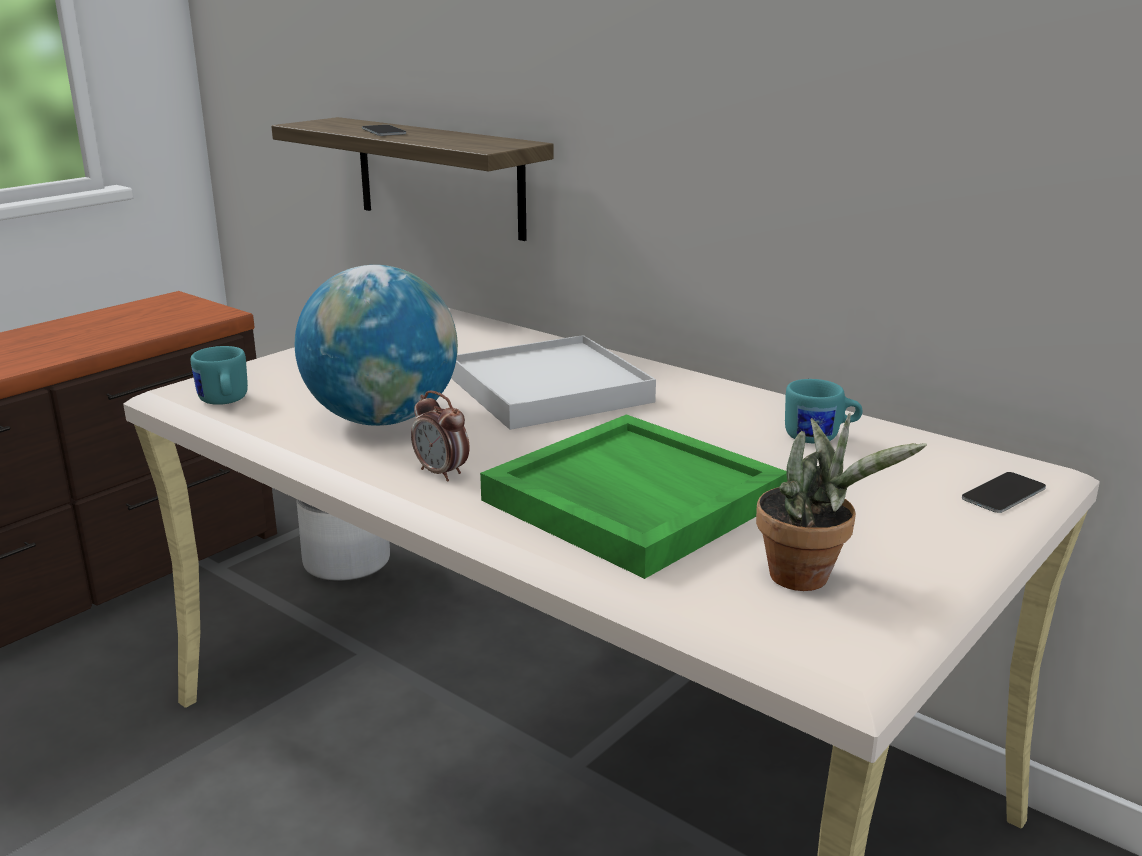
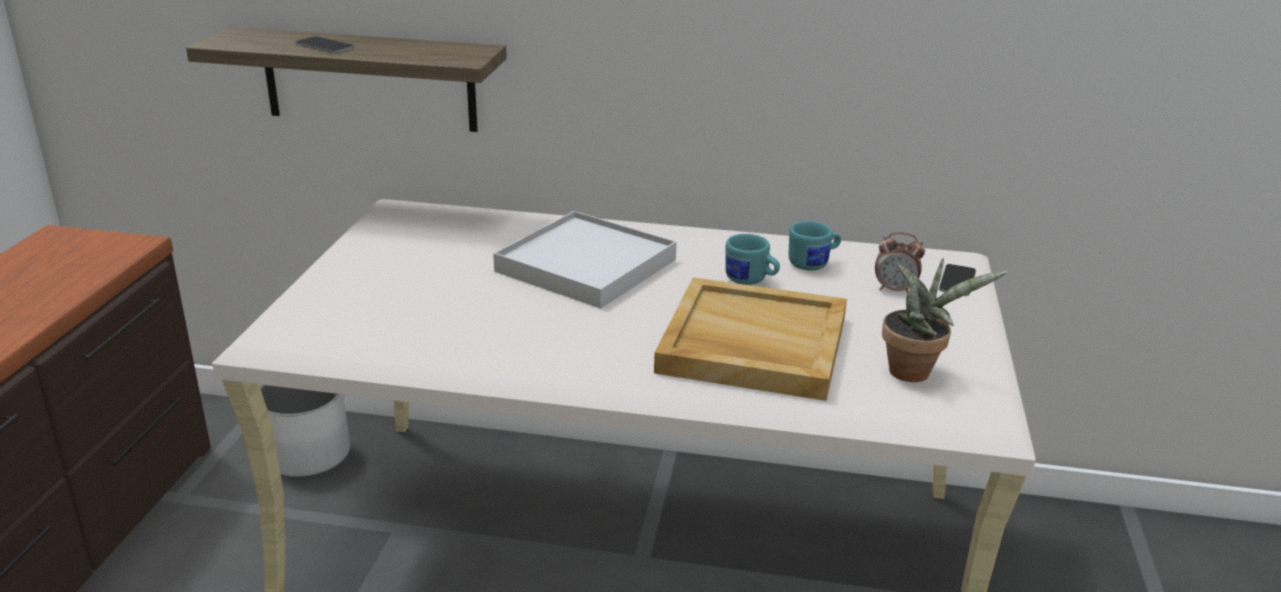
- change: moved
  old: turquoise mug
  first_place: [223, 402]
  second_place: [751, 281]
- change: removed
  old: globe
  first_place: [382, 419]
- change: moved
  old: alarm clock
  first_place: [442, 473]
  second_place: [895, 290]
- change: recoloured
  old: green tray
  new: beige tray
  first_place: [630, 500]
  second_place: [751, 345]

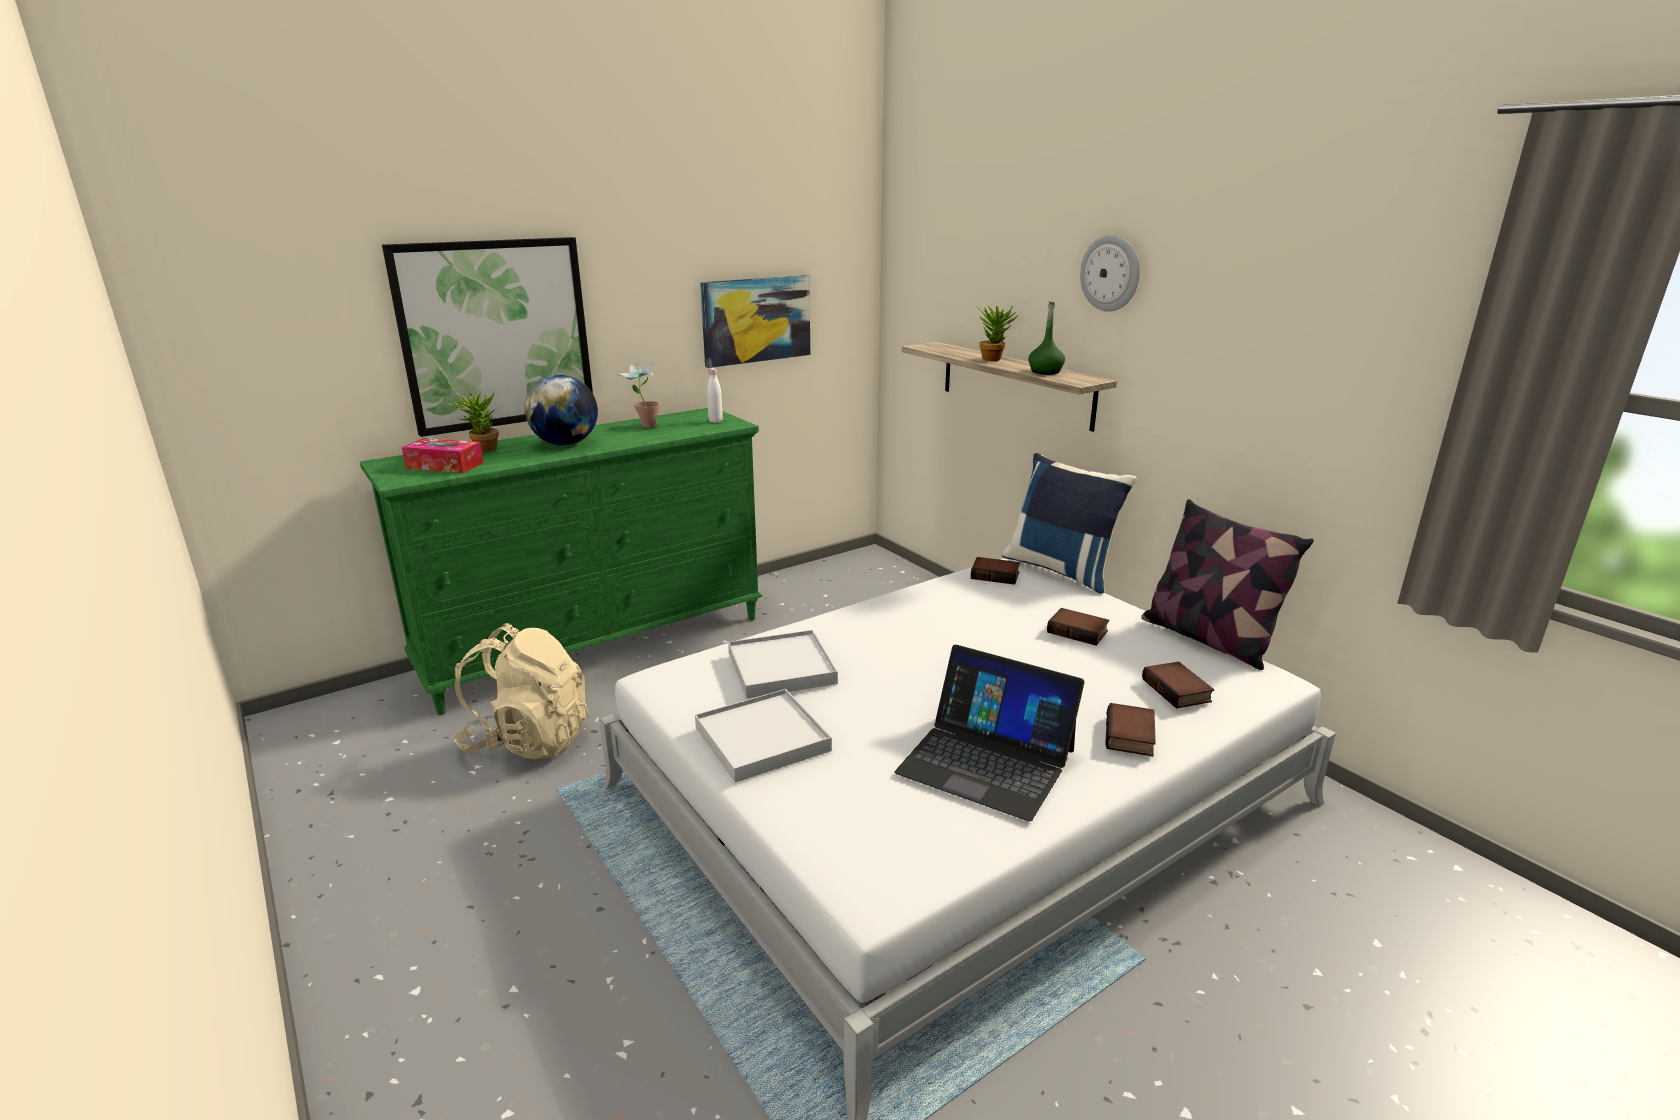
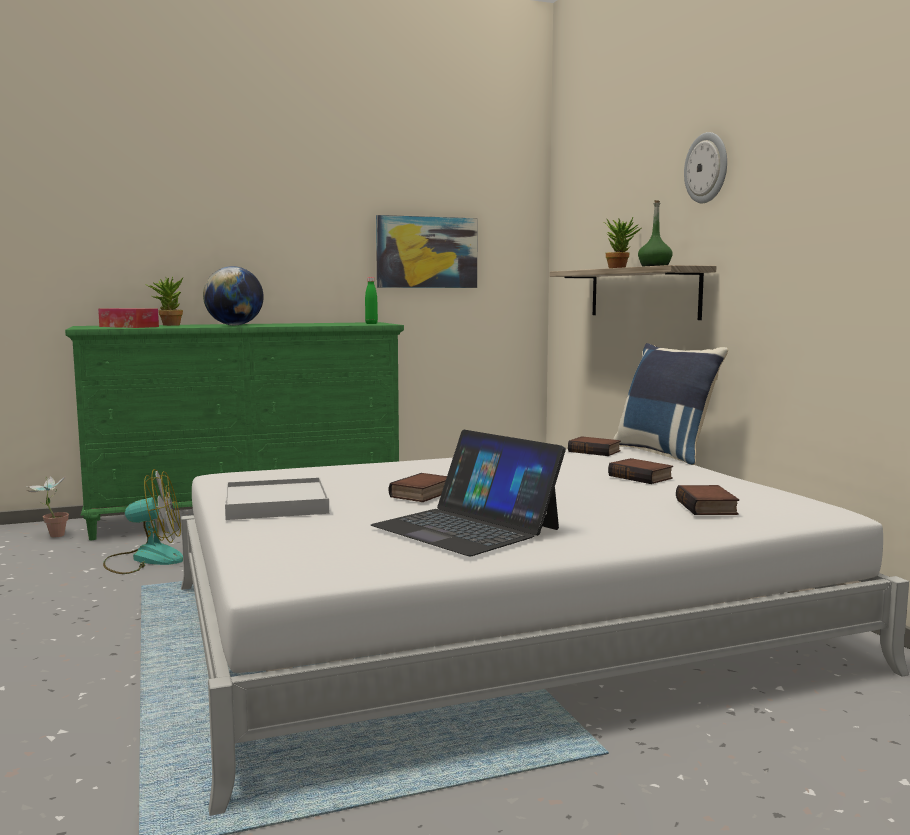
- change: removed
  old: picture
  first_place: [496, 334]
- change: replaced
  old: beige backpack
  new: fan
  first_place: [529, 740]
  second_place: [145, 559]
- change: moved
  old: potted plant
  first_place: [643, 426]
  second_place: [51, 536]
- change: recoloured
  old: white bottle
  new: green bottle
  first_place: [715, 421]
  second_place: [371, 323]
- change: removed
  old: white tray
  first_place: [781, 668]
- change: moved
  old: book
  first_place: [1131, 736]
  second_place: [423, 494]
- change: removed
  old: pillow
  first_place: [1208, 638]

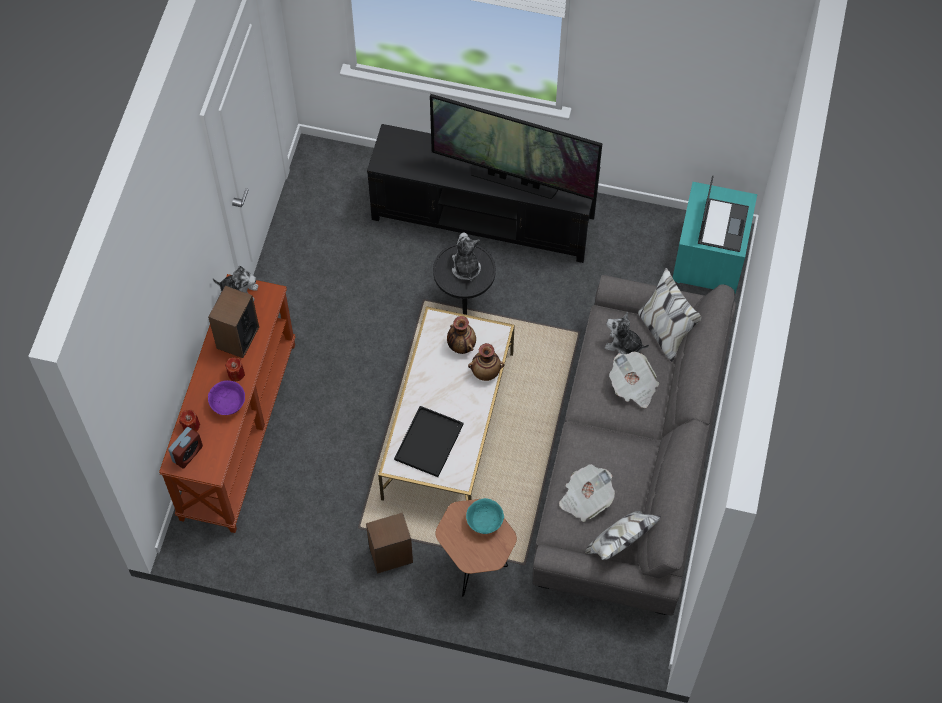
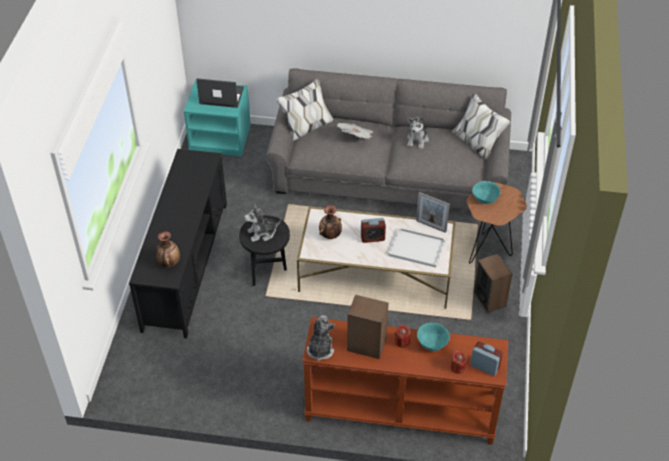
- change: recoloured
  old: purple bowl
  new: turquoise bowl
  first_place: [228, 404]
  second_place: [432, 343]
- change: recoloured
  old: black tray
  new: white tray
  first_place: [428, 440]
  second_place: [415, 248]
- change: removed
  old: television
  first_place: [513, 179]
- change: moved
  old: vase
  first_place: [486, 372]
  second_place: [168, 262]
- change: removed
  old: newspaper
  first_place: [585, 498]
- change: moved
  old: plush toy
  first_place: [623, 345]
  second_place: [417, 139]
- change: added
  new: alarm clock
  second_place: [372, 238]
- change: added
  new: picture frame
  second_place: [431, 226]

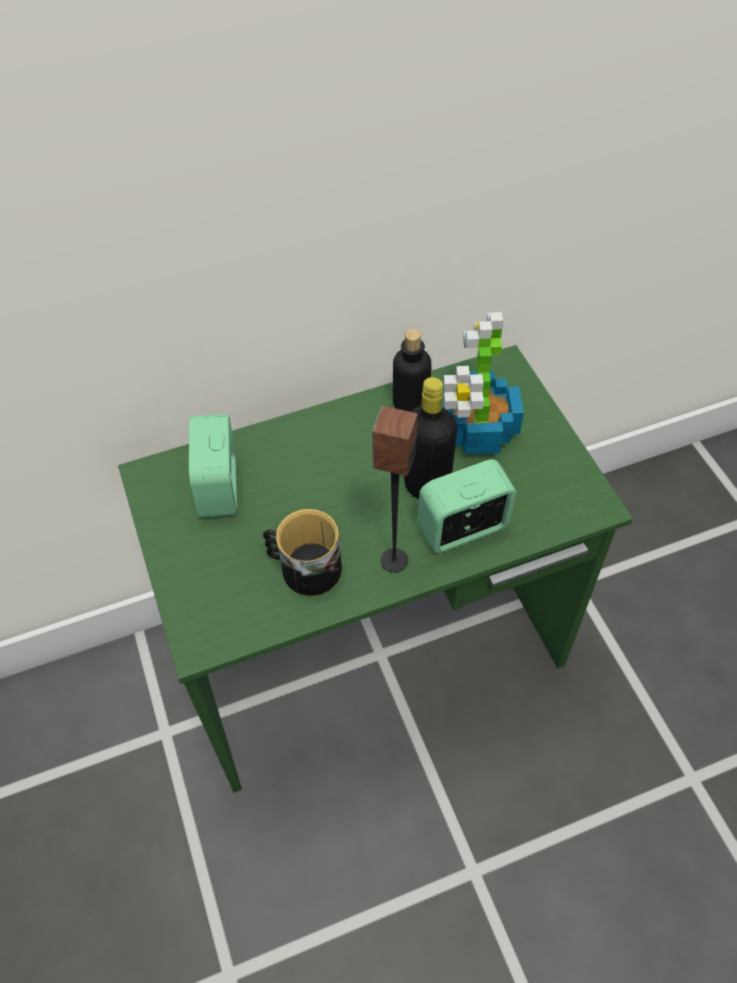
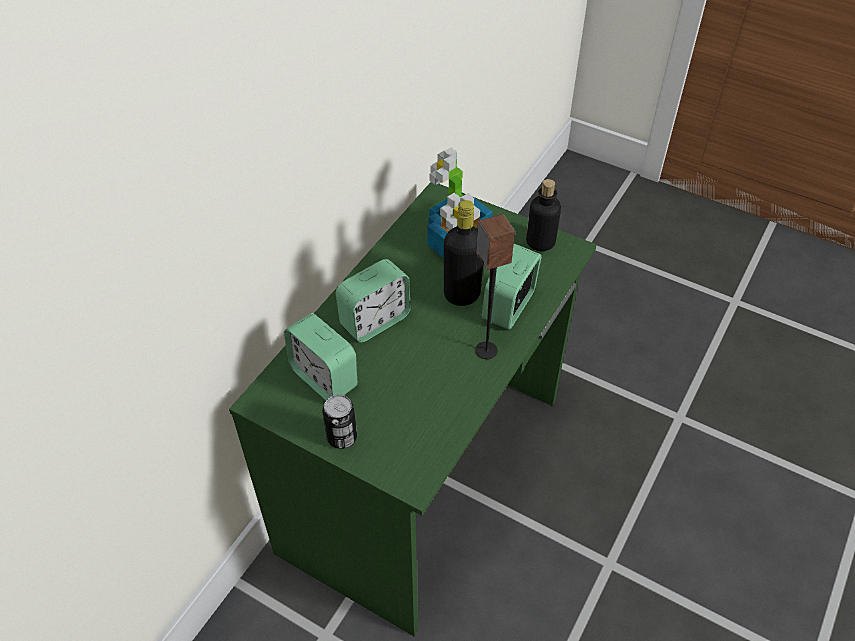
- change: removed
  old: mug
  first_place: [304, 567]
- change: moved
  old: bottle
  first_place: [411, 403]
  second_place: [540, 242]
- change: added
  new: can
  second_place: [342, 437]
- change: added
  new: alarm clock
  second_place: [375, 321]

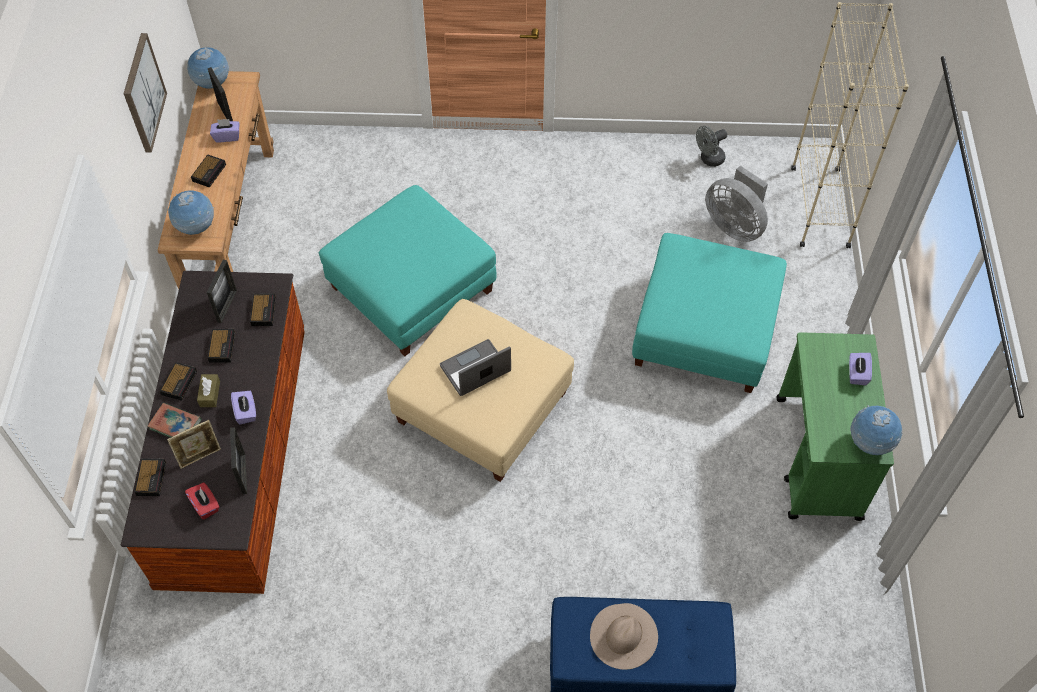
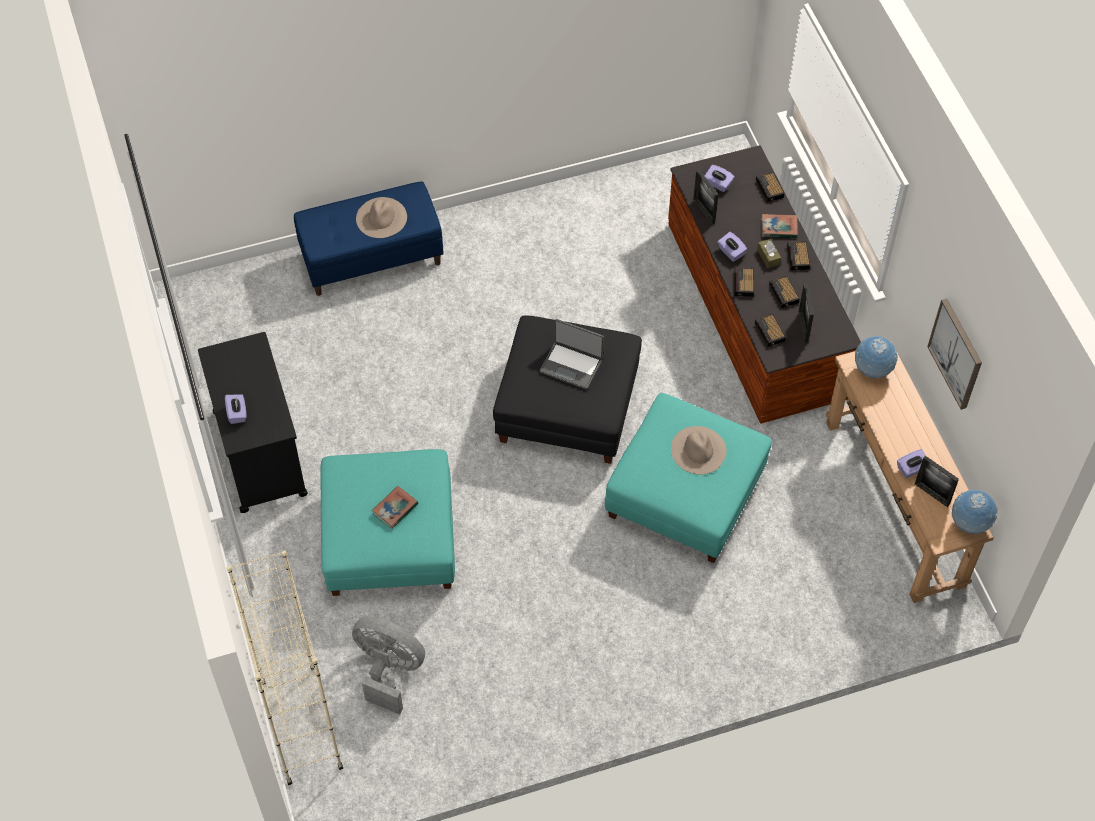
- change: removed
  old: picture frame
  first_place: [200, 456]
- change: recoloured
  old: red tissue box
  new: purple tissue box
  first_place: [205, 505]
  second_place: [718, 184]
- change: moved
  old: alarm clock
  first_place: [209, 172]
  second_place: [743, 284]
- change: recoloured
  old: beige ottoman
  new: black ottoman
  first_place: [481, 407]
  second_place: [568, 406]
- change: turned
  old: laptop
  first_place: [476, 370]
  second_place: [571, 365]
  degrees: 75
- change: removed
  old: grey fan
  first_place: [709, 159]
- change: recoloured
  old: green cart
  new: black cart
  first_place: [818, 458]
  second_place: [260, 452]
- change: removed
  old: globe
  first_place: [869, 443]
- change: added
  new: book
  second_place: [395, 509]
- change: added
  new: beige hat
  second_place: [698, 450]

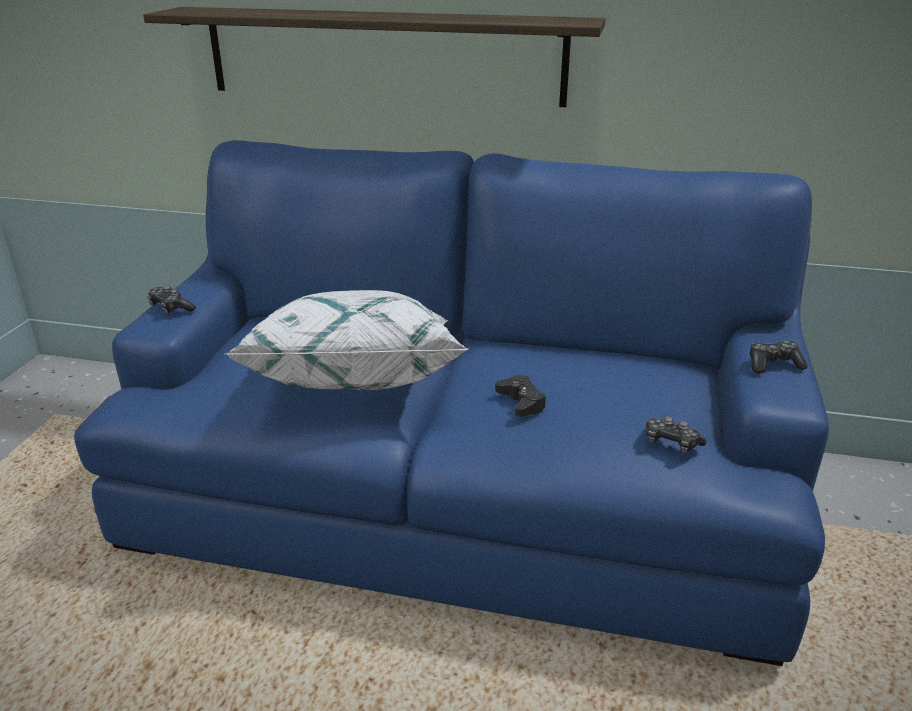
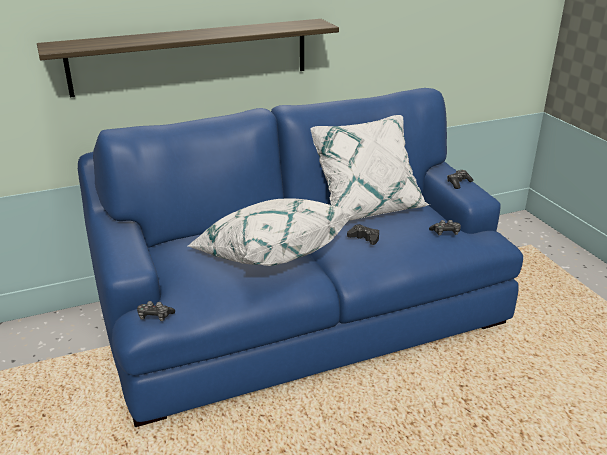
- change: moved
  old: game controller
  first_place: [171, 308]
  second_place: [155, 316]
- change: added
  new: white pillow
  second_place: [366, 207]

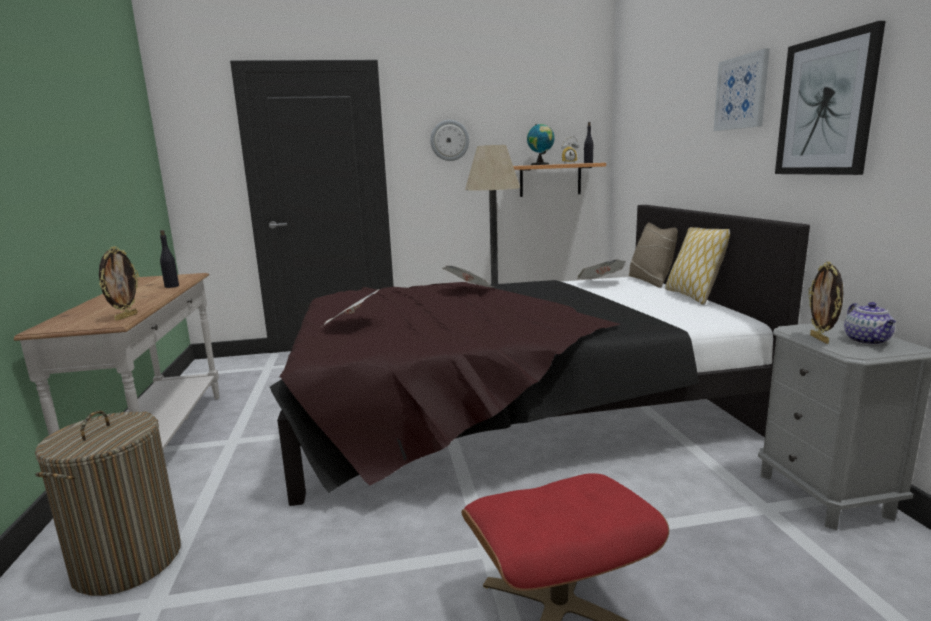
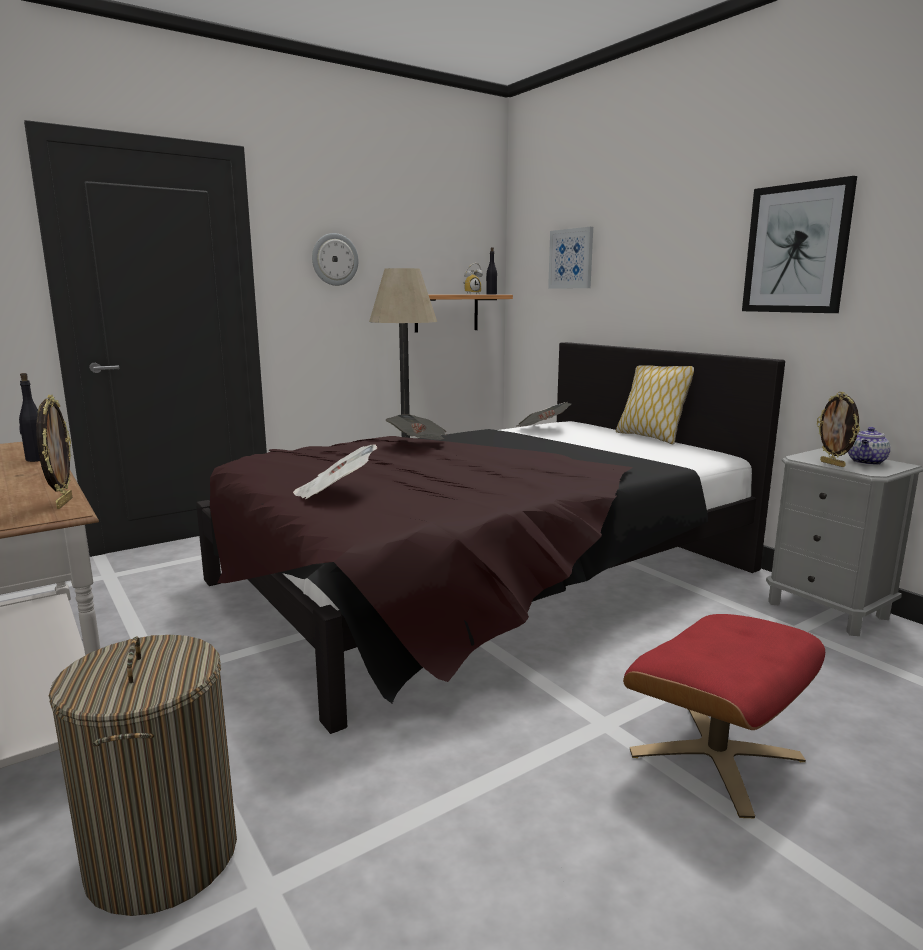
- change: removed
  old: globe
  first_place: [541, 164]
- change: removed
  old: beige pillow
  first_place: [651, 281]
- change: moved
  old: picture
  first_place: [741, 92]
  second_place: [571, 259]
- change: turned
  old: teapot
  first_place: [867, 341]
  second_place: [866, 462]
  degrees: 60

